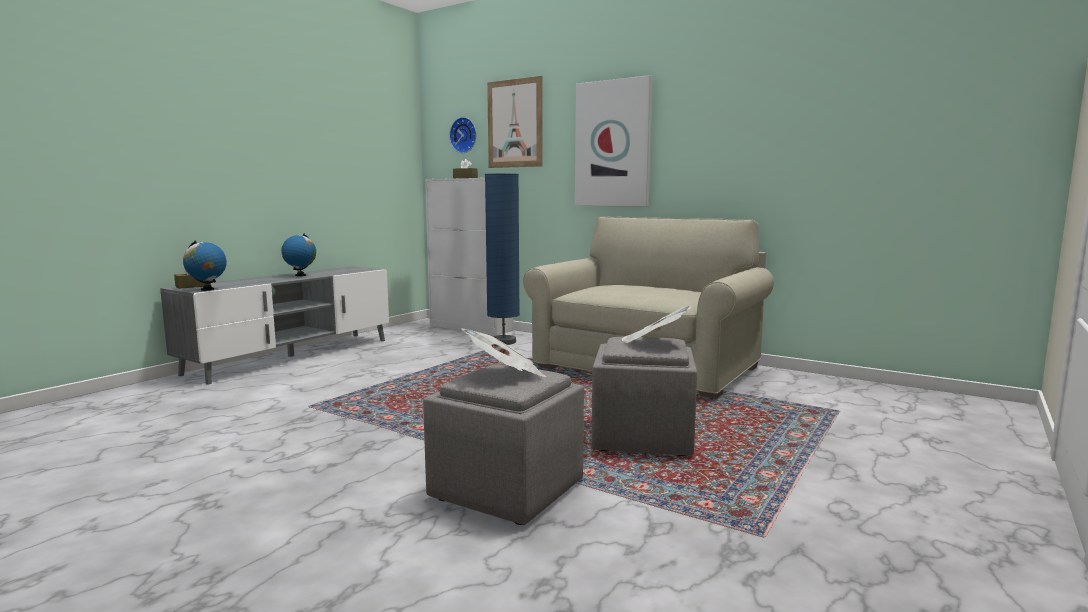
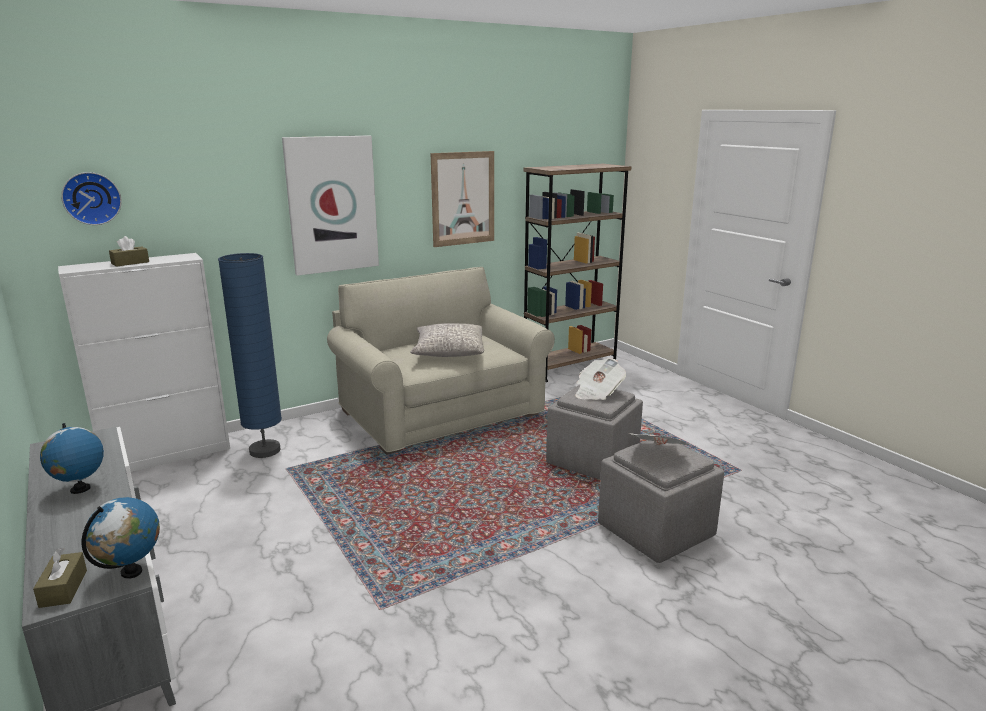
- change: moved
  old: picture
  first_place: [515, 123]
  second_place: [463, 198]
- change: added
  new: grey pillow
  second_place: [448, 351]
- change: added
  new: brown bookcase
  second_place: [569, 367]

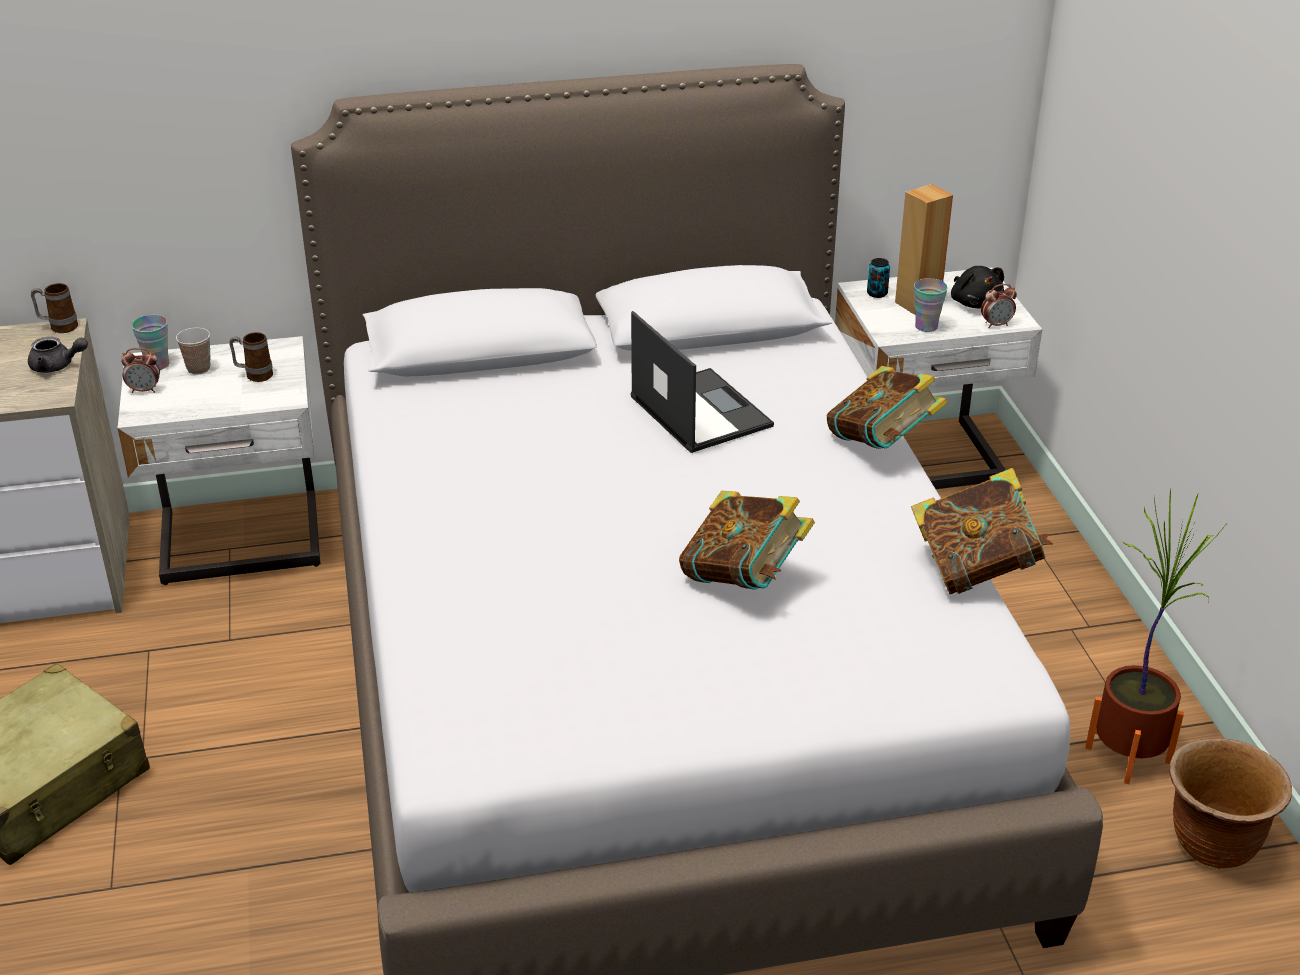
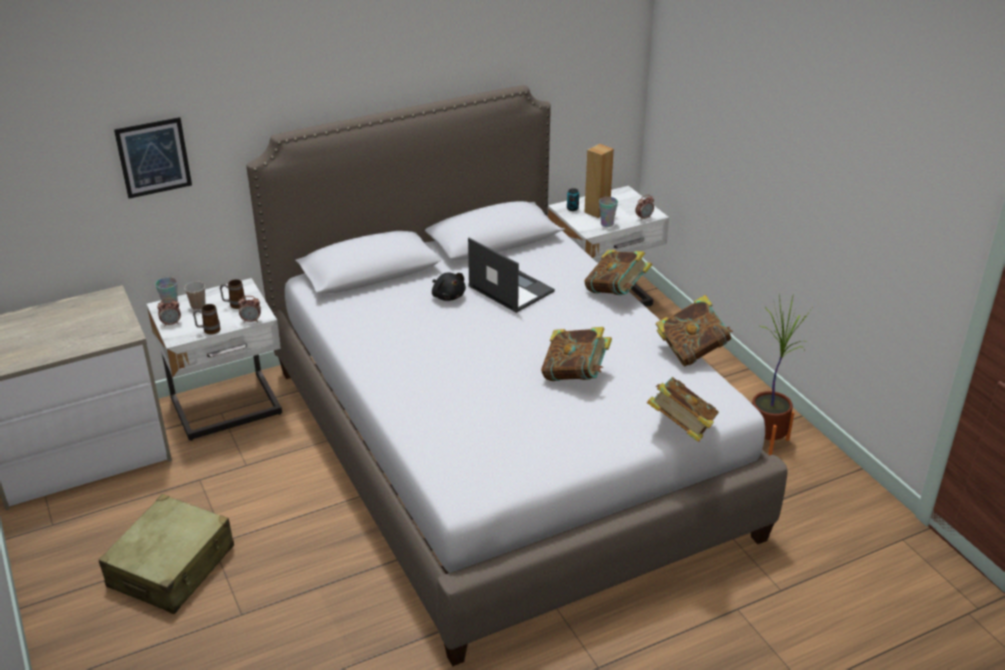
- change: removed
  old: grey teapot
  first_place: [57, 366]
- change: moved
  old: mug
  first_place: [58, 327]
  second_place: [208, 331]
- change: moved
  old: black plush toy
  first_place: [974, 302]
  second_place: [448, 296]
- change: removed
  old: brown planter
  first_place: [1212, 845]
- change: added
  new: picture
  second_place: [153, 157]
- change: added
  new: alarm clock
  second_place: [251, 320]
- change: added
  new: book
  second_place: [681, 429]

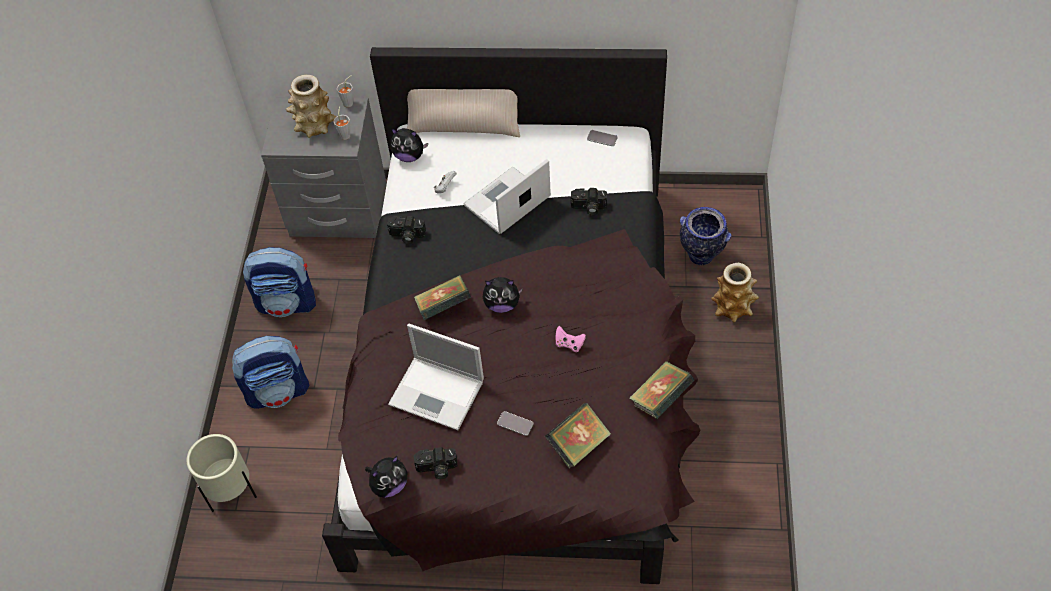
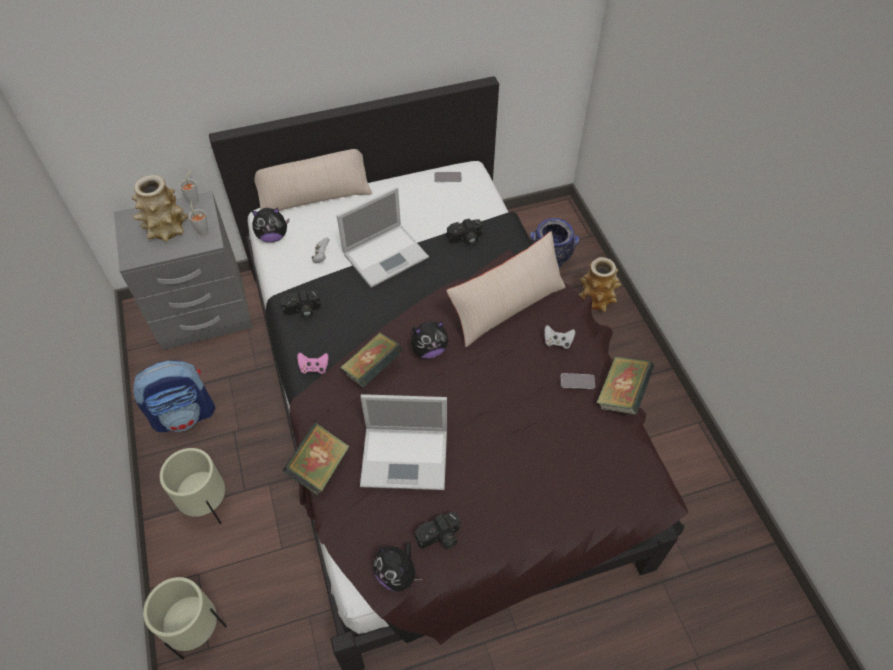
- change: replaced
  old: backpack
  new: beige planter
  first_place: [278, 391]
  second_place: [208, 505]
- change: turned
  old: plush toy
  first_place: [389, 485]
  second_place: [397, 574]
  degrees: 105
- change: turned
  old: laptop
  first_place: [506, 202]
  second_place: [386, 254]
  degrees: -150
- change: moved
  old: phone
  first_place: [515, 424]
  second_place: [577, 381]
- change: moved
  old: book
  first_place: [578, 444]
  second_place: [319, 467]
- change: moved
  old: pink game controller
  first_place: [569, 344]
  second_place: [314, 368]
- change: added
  new: beige pillow
  second_place: [507, 306]
- change: added
  new: white game controller
  second_place: [557, 342]

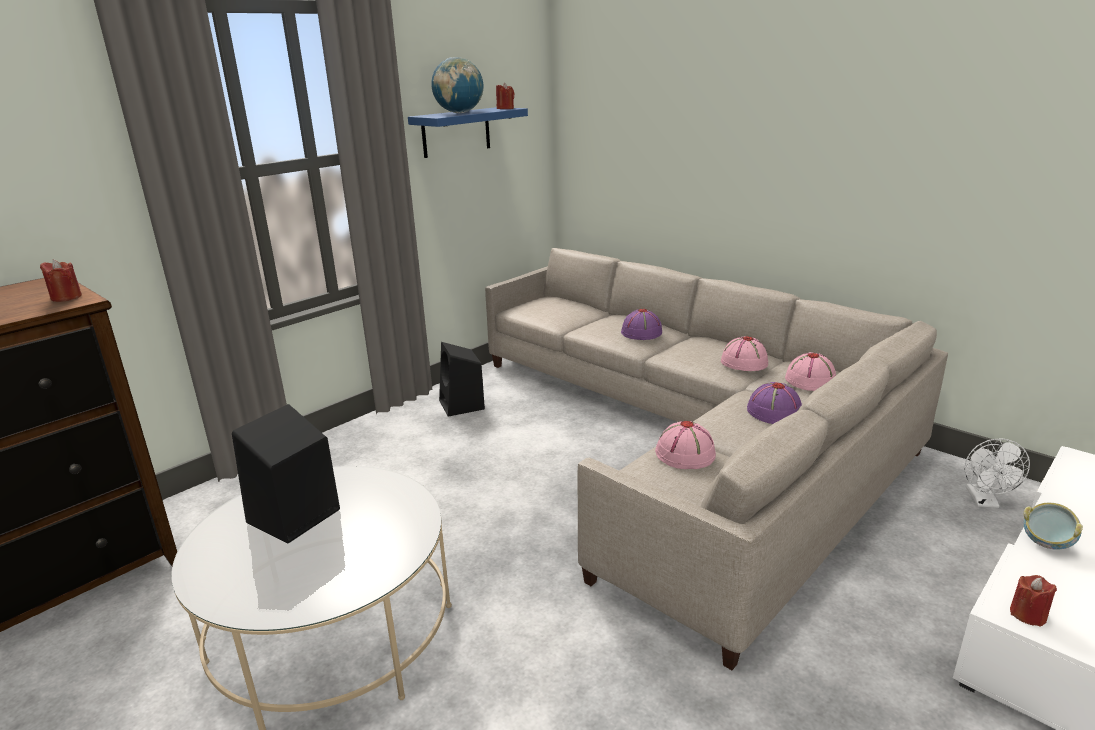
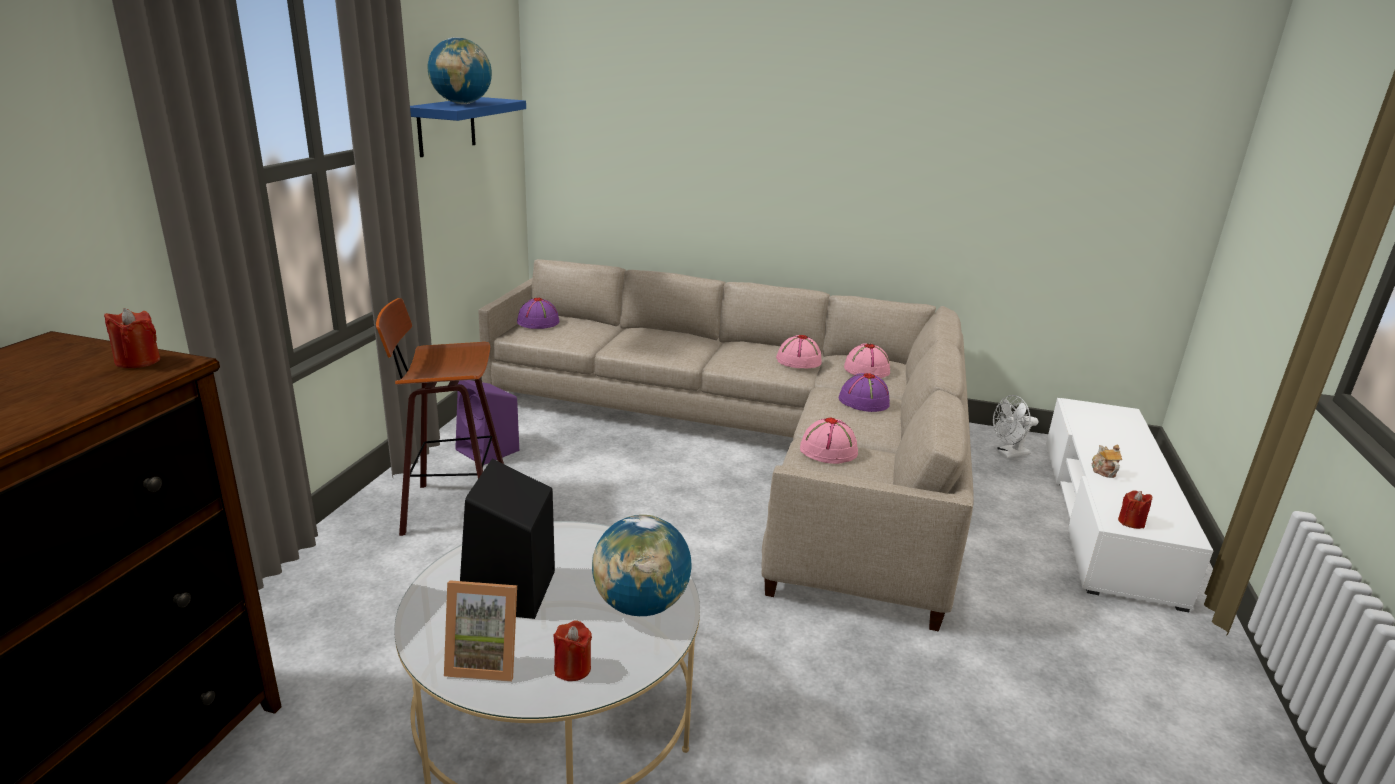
- change: recoloured
  old: black speaker
  new: purple speaker
  first_place: [462, 405]
  second_place: [489, 450]
- change: moved
  old: red candle
  first_place: [505, 108]
  second_place: [572, 668]
- change: moved
  old: purple hat
  first_place: [641, 333]
  second_place: [538, 322]
- change: turned
  old: white fan
  first_place: [984, 501]
  second_place: [1008, 454]
  degrees: 90
- change: replaced
  old: bowl
  new: teapot
  first_place: [1045, 544]
  second_place: [1103, 471]
- change: added
  new: stool
  second_place: [452, 508]
- change: added
  new: picture frame
  second_place: [485, 660]
- change: added
  new: globe
  second_place: [641, 605]

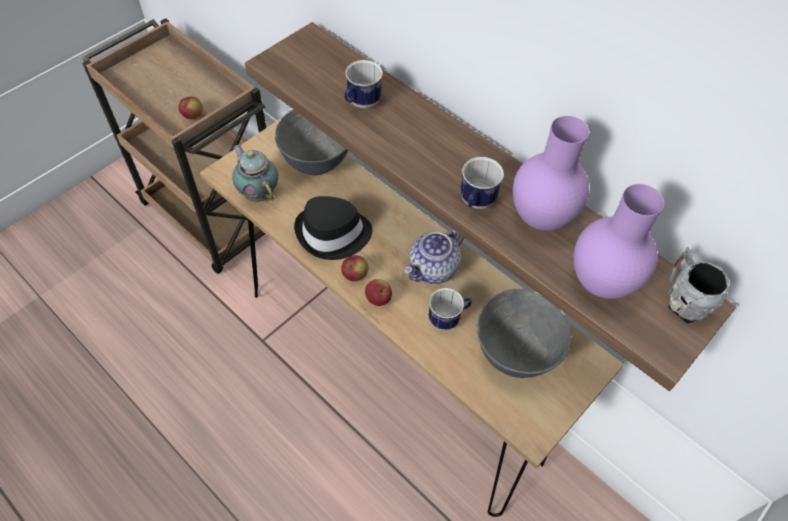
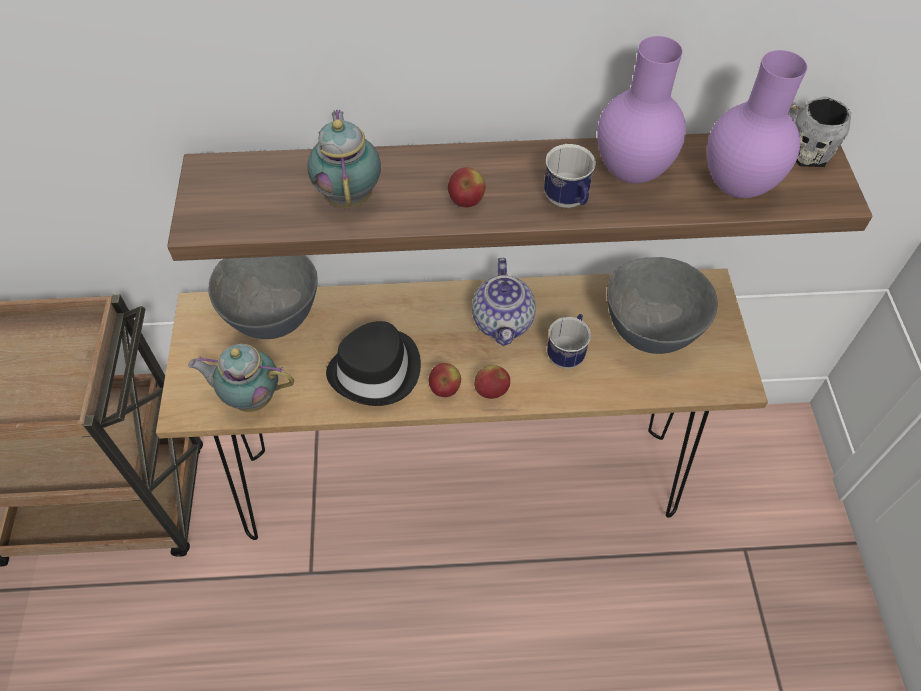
- change: moved
  old: apple
  first_place: [193, 116]
  second_place: [466, 201]
- change: replaced
  old: mug
  new: teapot
  first_place: [361, 104]
  second_place: [349, 195]

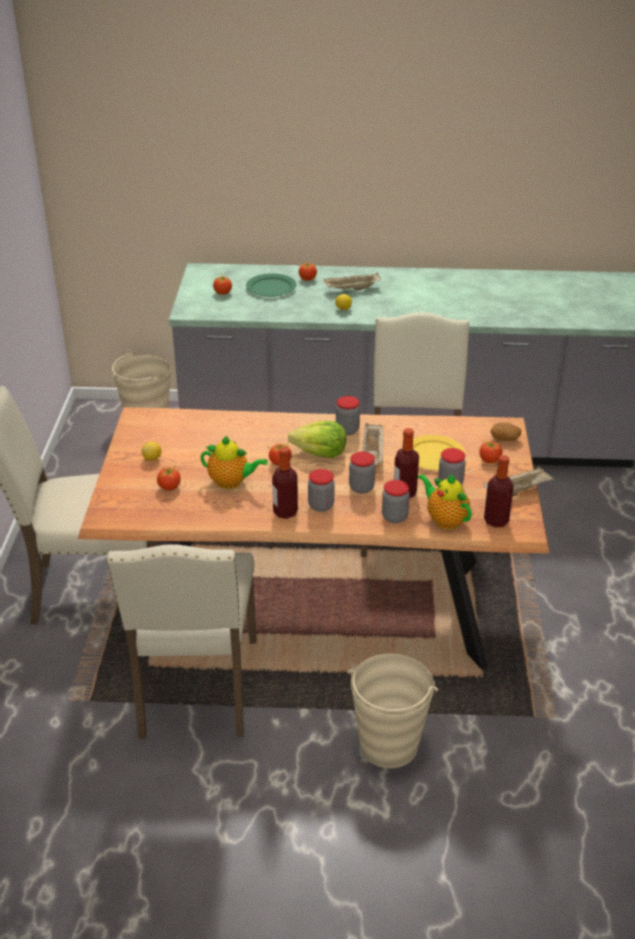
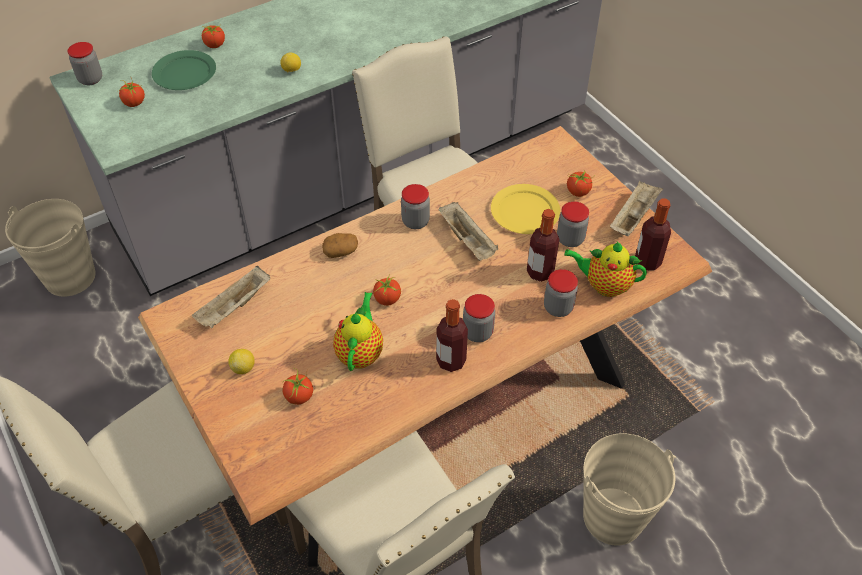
- change: turned
  old: teapot
  first_place: [231, 482]
  second_place: [360, 353]
  degrees: -60
- change: removed
  old: lettuce
  first_place: [320, 453]
- change: moved
  old: beige tray
  first_place: [351, 289]
  second_place: [234, 307]
- change: moved
  old: jar
  first_place: [361, 488]
  second_place: [90, 79]
- change: moved
  old: potato
  first_place: [505, 438]
  second_place: [341, 251]

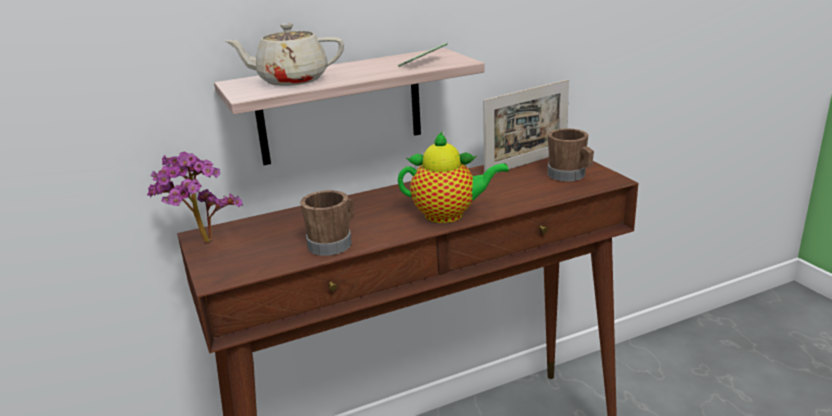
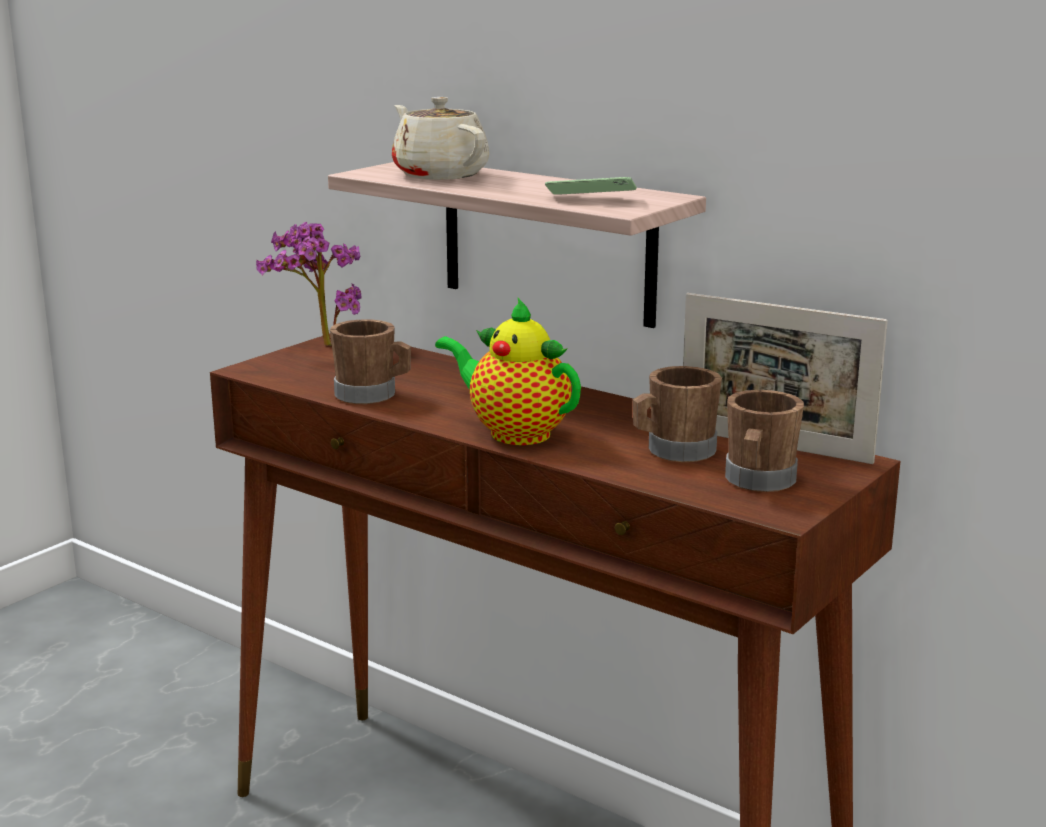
- change: turned
  old: teapot
  first_place: [449, 215]
  second_place: [514, 433]
  degrees: 150
- change: added
  new: brown mug
  second_place: [674, 451]

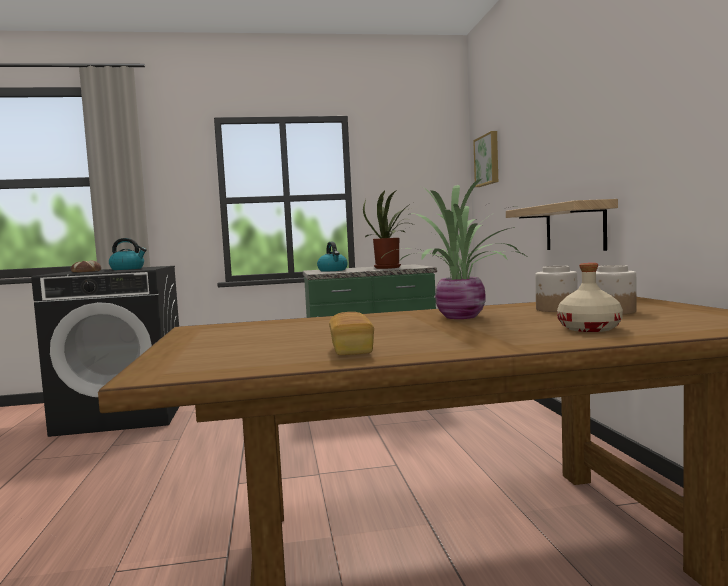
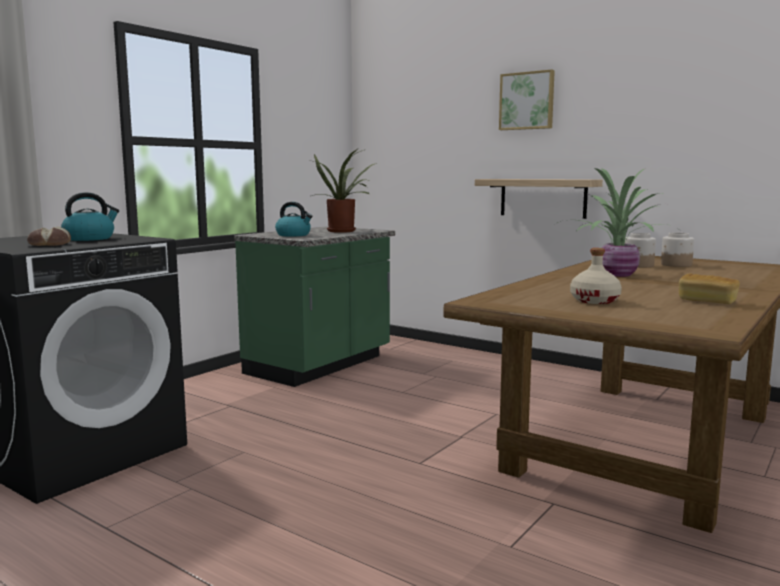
- change: moved
  old: picture
  first_place: [488, 160]
  second_place: [527, 101]
- change: moved
  old: beige bottle
  first_place: [590, 328]
  second_place: [595, 300]

